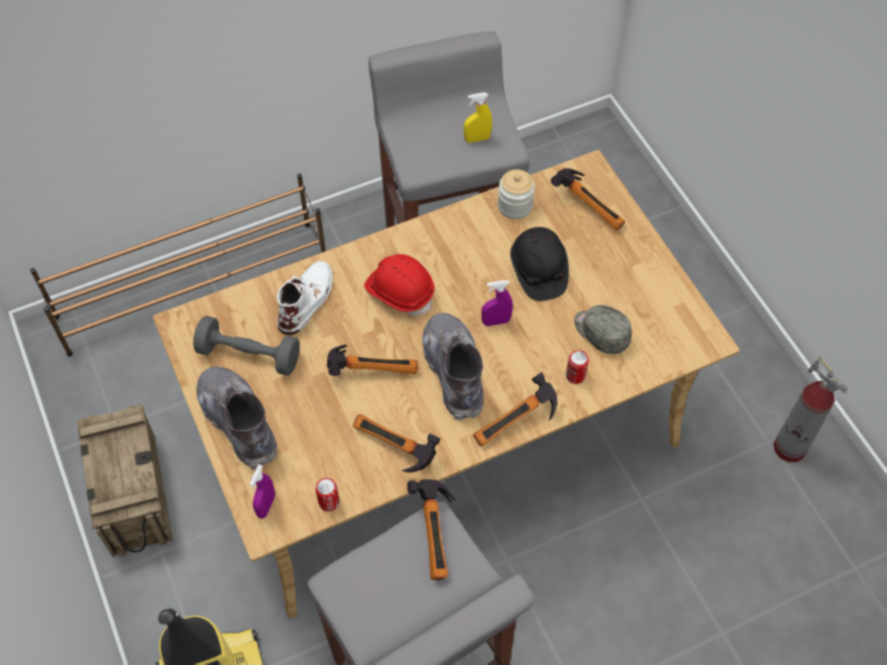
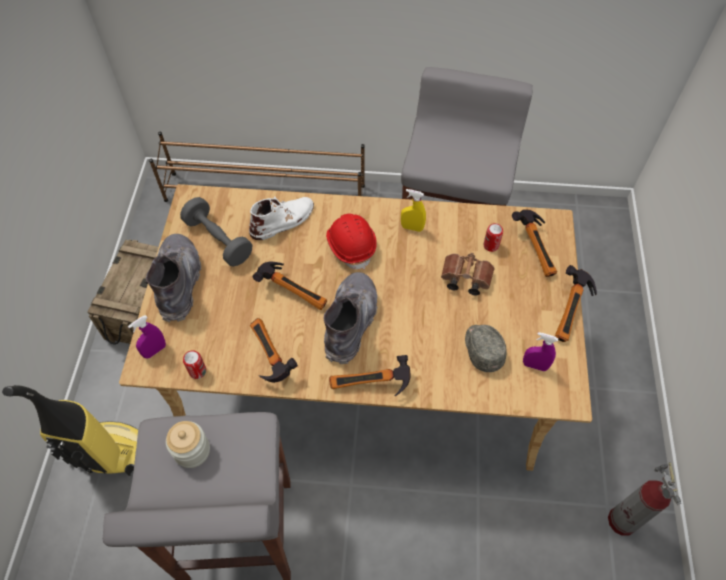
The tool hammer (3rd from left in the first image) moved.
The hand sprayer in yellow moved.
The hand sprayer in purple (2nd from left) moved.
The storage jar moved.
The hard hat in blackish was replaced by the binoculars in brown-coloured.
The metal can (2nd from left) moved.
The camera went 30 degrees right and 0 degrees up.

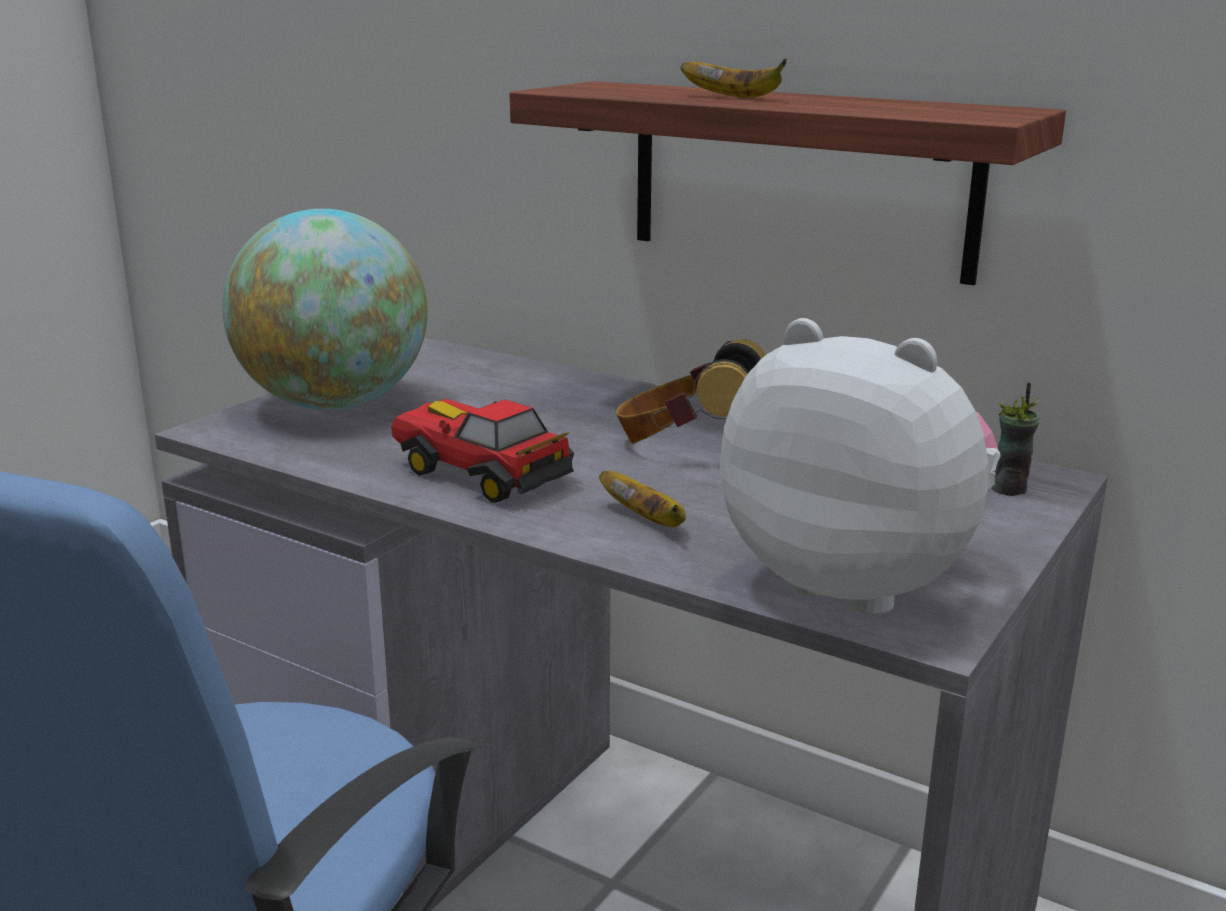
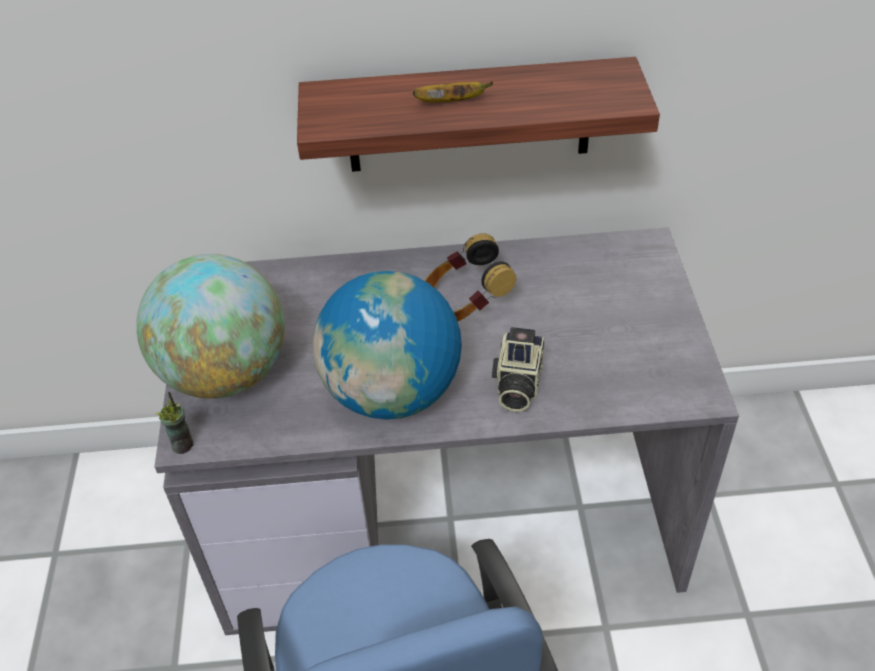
The miniature car was replaced by the globe (2nd from left).
The banana (1st from left) was replaced by the still camera.
The plush toy disappeared.
The cup moved.
The camera went 35 degrees left and 25 degrees up.

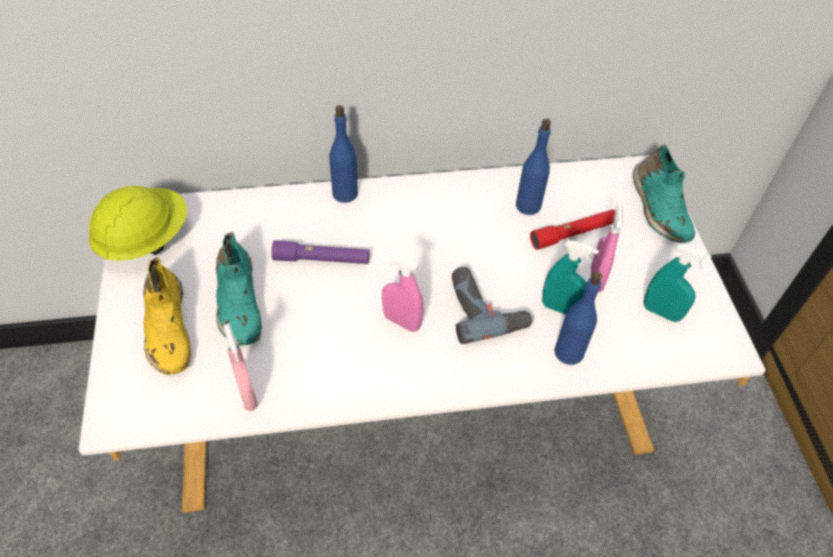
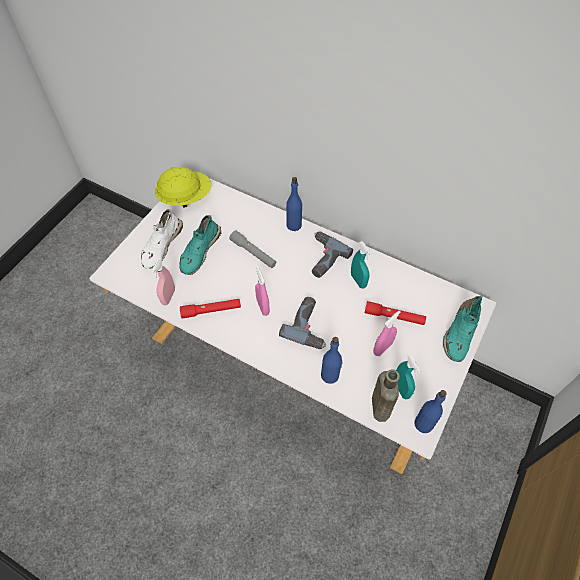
The low shoe in yellow became the low shoe in white-coloured.
The flashlight in purple became the flashlight in gray.
The bottle in bluish (2nd from left in the first image) moved.
The hand sprayer in turquoise-coloured (1st from left) moved.
The flashlight in red (1st from left) appeared.
The drill (2nd from left) appeared.
The bottle in brown-coloured appeared.
The camera went 40 degrees right and 5 degrees up.

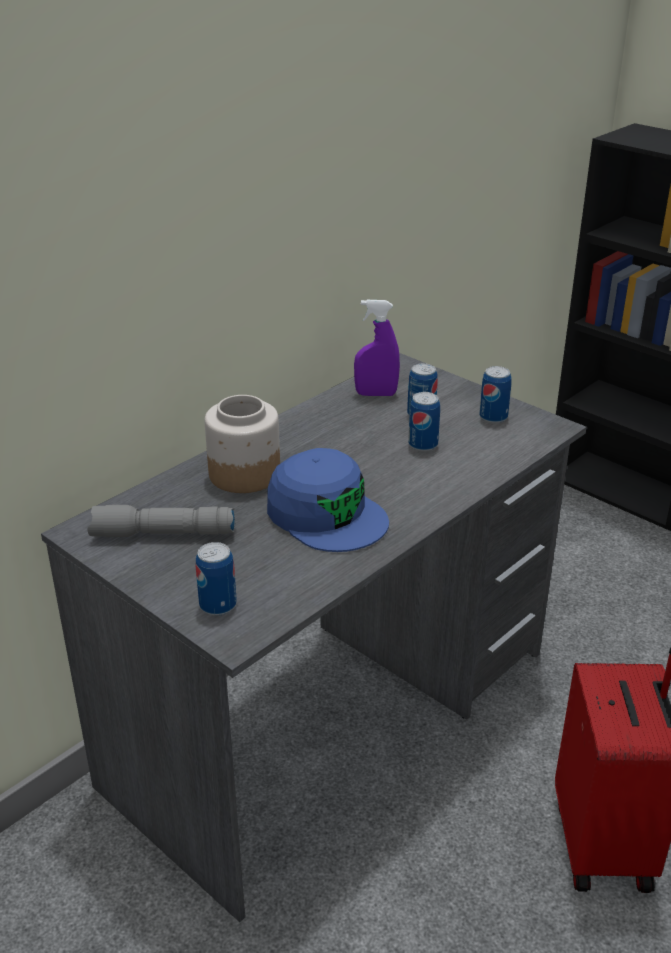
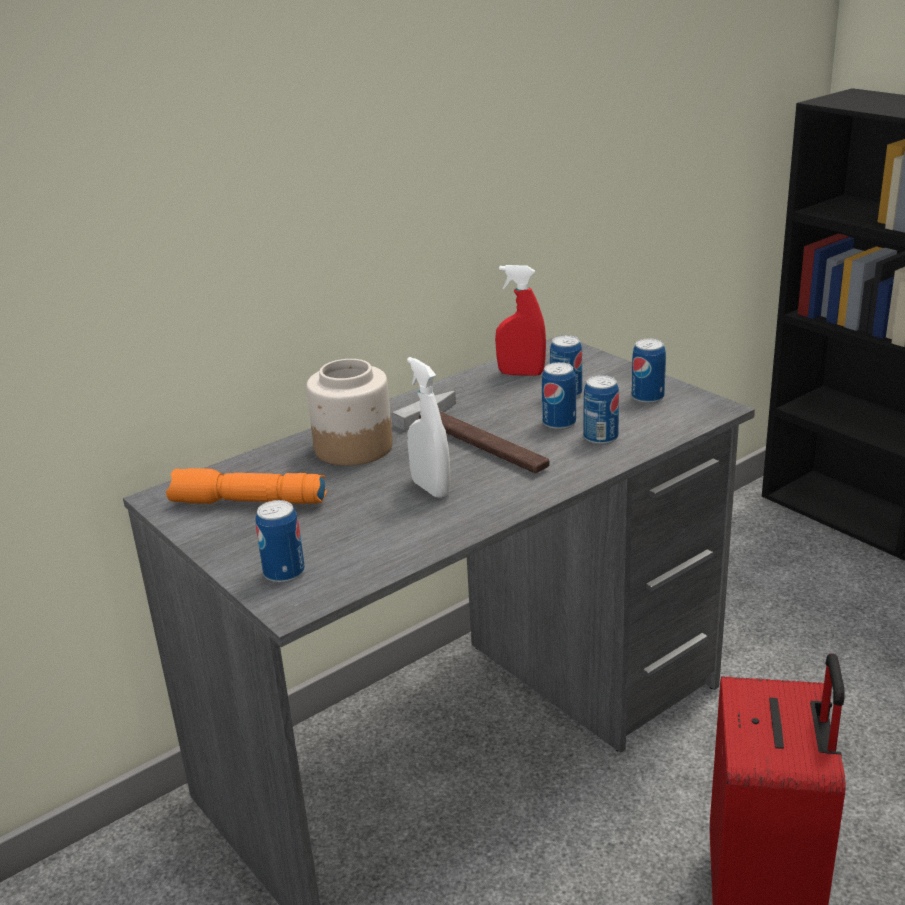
The flashlight in gray became the flashlight in orange-coloured.
The cap in bluish was replaced by the hand sprayer in white-coloured.
The hand sprayer in purple became the hand sprayer in red.
The tool hammer appeared.
The metal can (4th from left) appeared.
The camera went 10 degrees right and 5 degrees down.

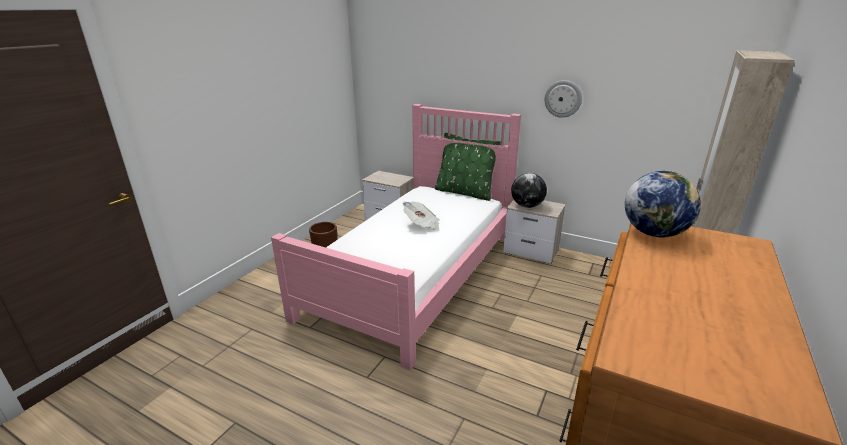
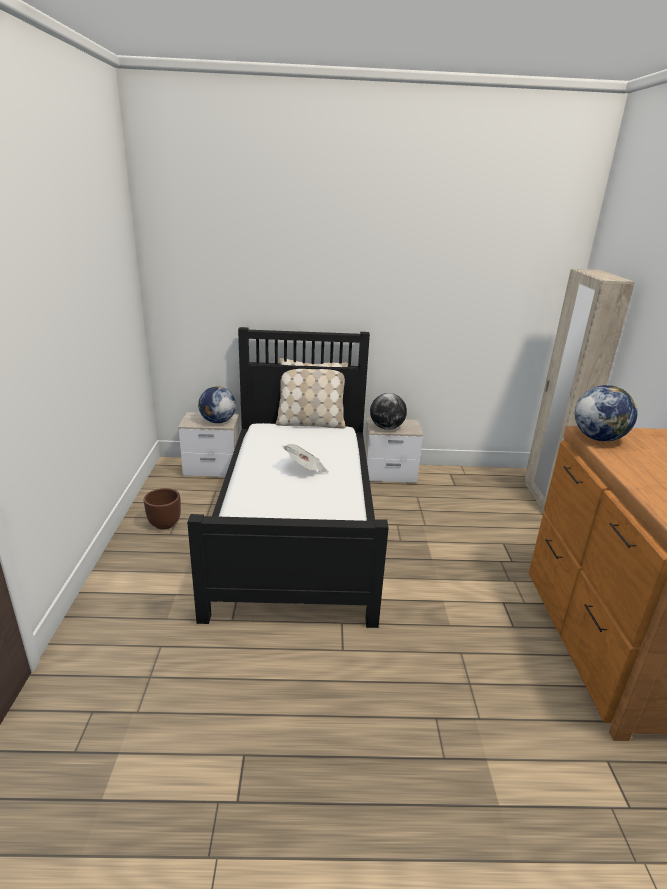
The bedroom bed in pink became the bedroom bed in blackish.
The cushion in green became the cushion in sand-coloured.
The hanging clock disappeared.
The globe (1st from left) appeared.
The camera went 30 degrees left and 0 degrees up.

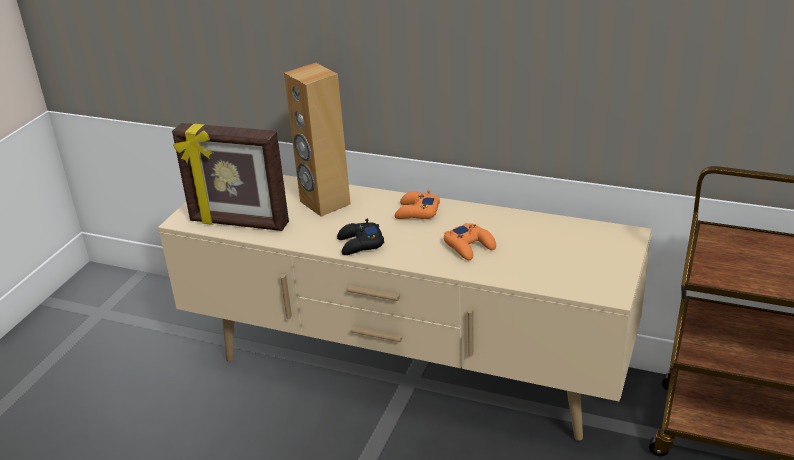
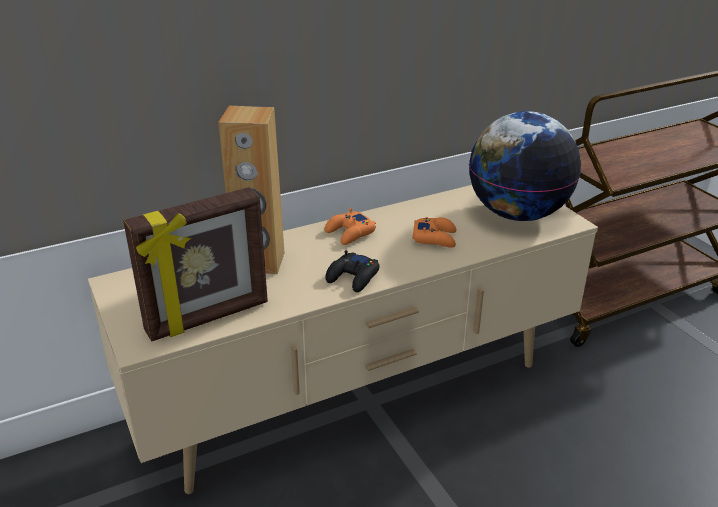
The globe appeared.
The camera went 50 degrees left and 0 degrees up.

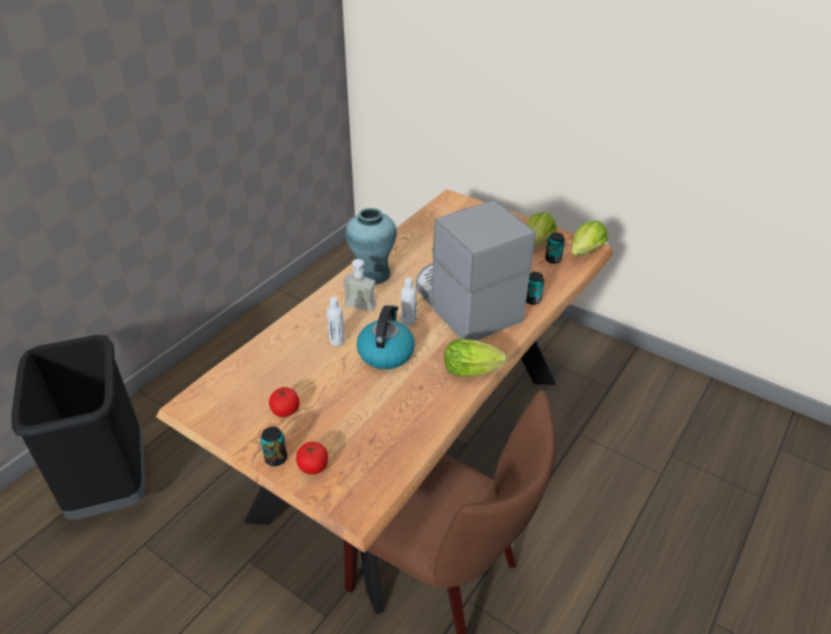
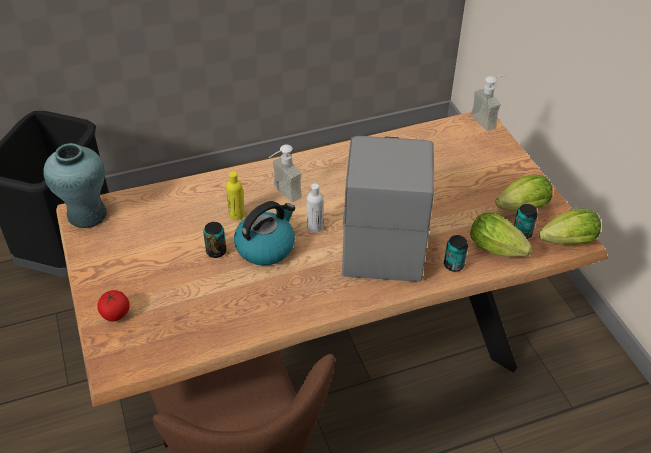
The metal can (1st from left) moved.
The fresh tomato (1st from left) disappeared.
The bottle in white-coloured (1st from left) became the bottle in yellow.
The flower vase in turquoise-coloured moved.
The head of lettuce (1st from left) moved.
The soap dispenser (2nd from left) appeared.
The camera went 35 degrees right and 5 degrees up.

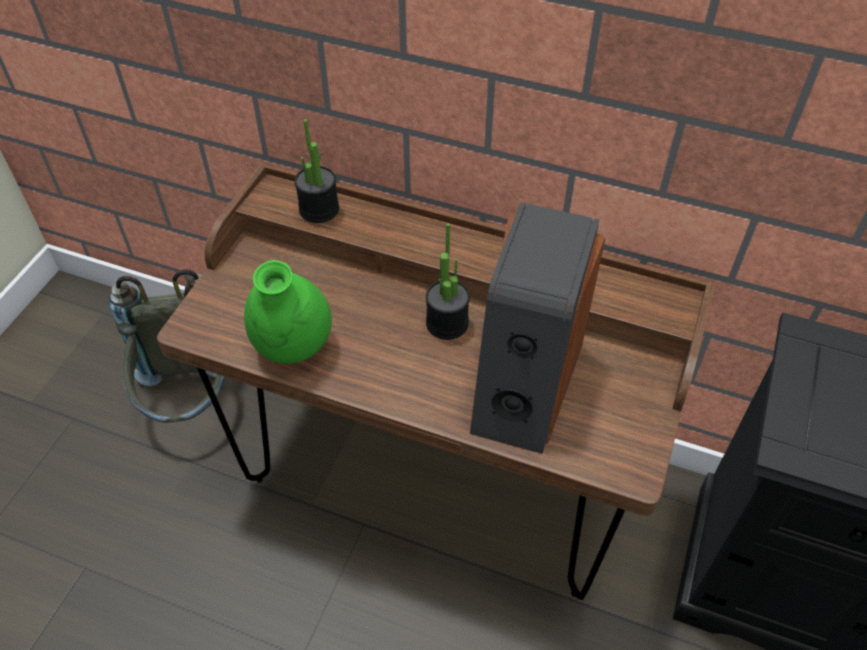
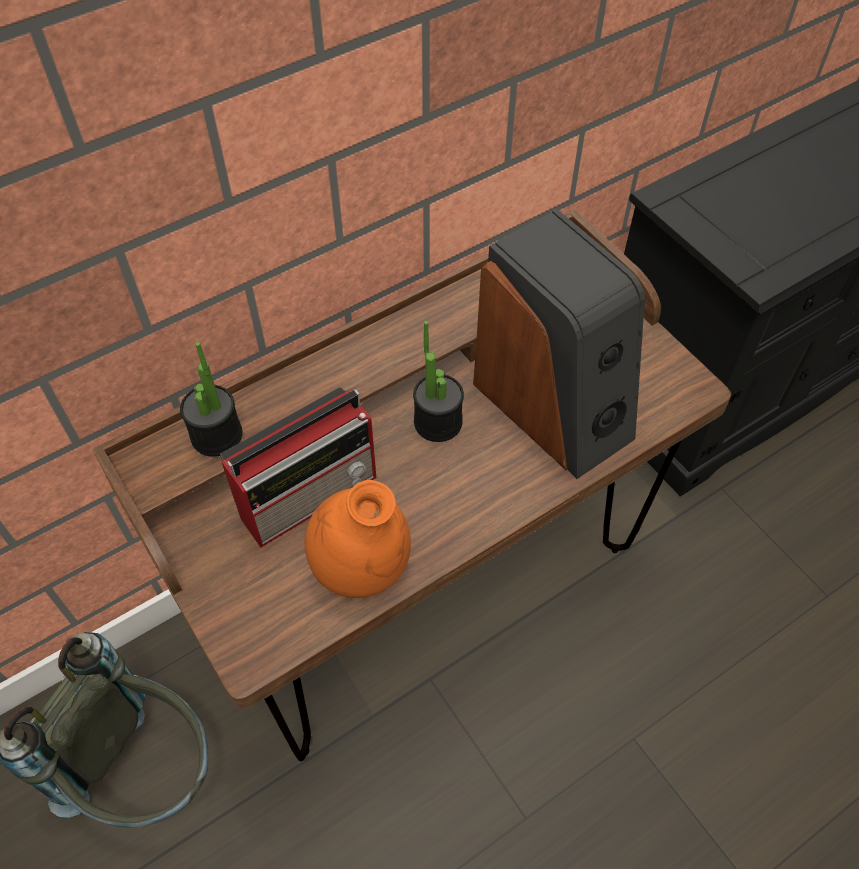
The flower vase in green became the flower vase in orange-coloured.
The radio appeared.
The camera went 55 degrees left and 5 degrees up.

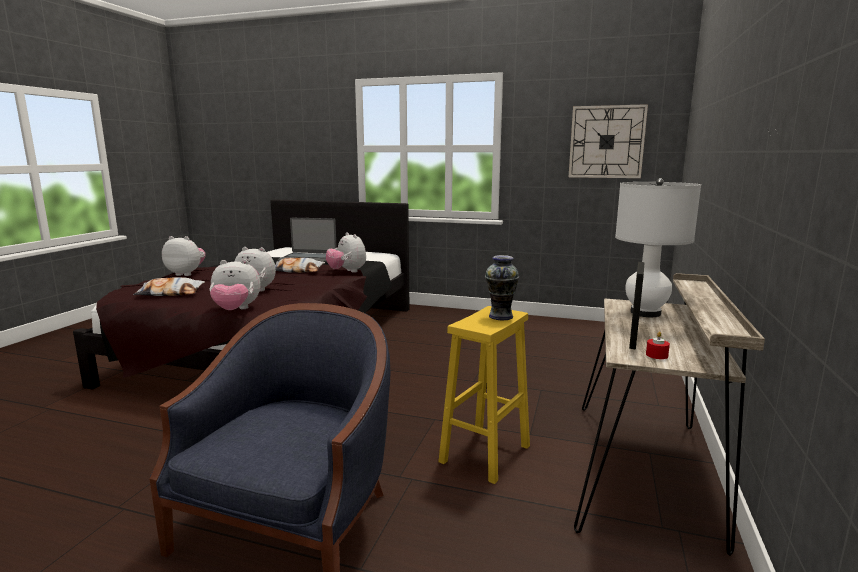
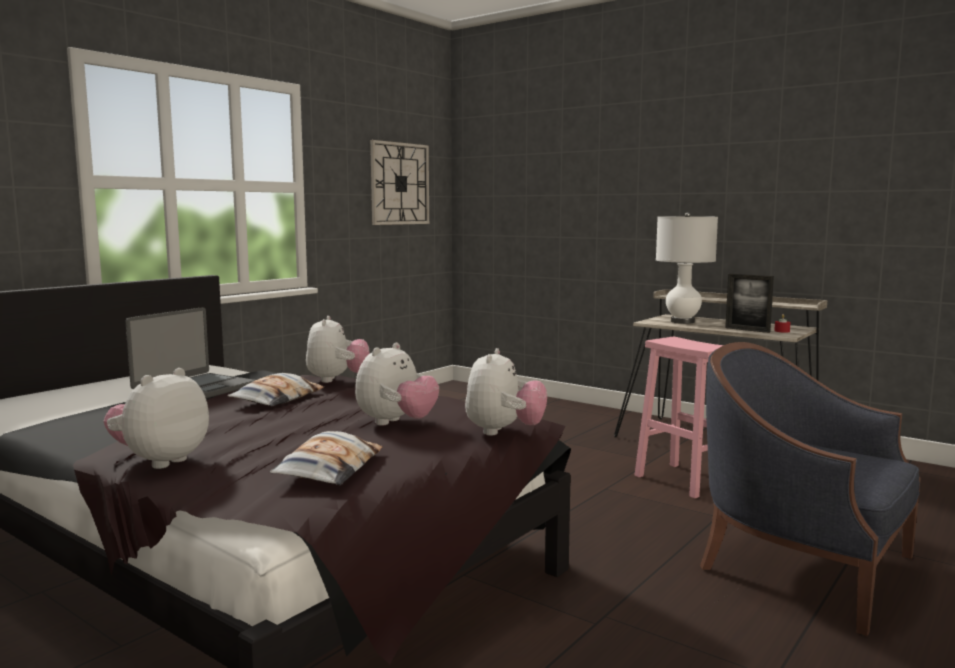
The plush toy (4th from left in the first image) turned 75 degrees counterclockwise.
The stool seat in yellow became the stool seat in pink.
The flower vase disappeared.
The camera went 70 degrees left and 5 degrees down.

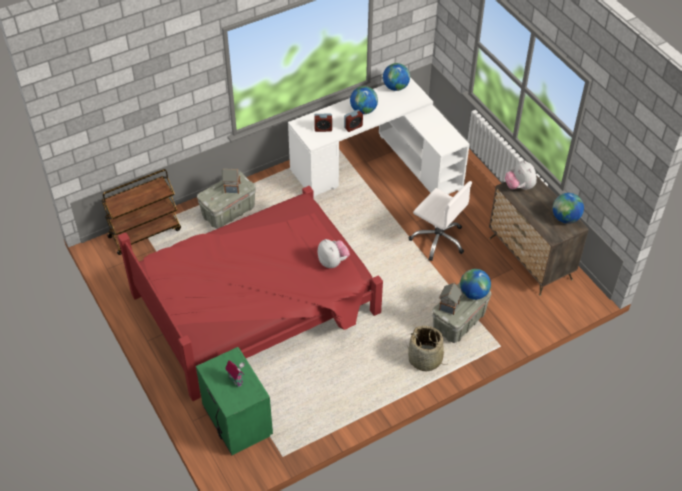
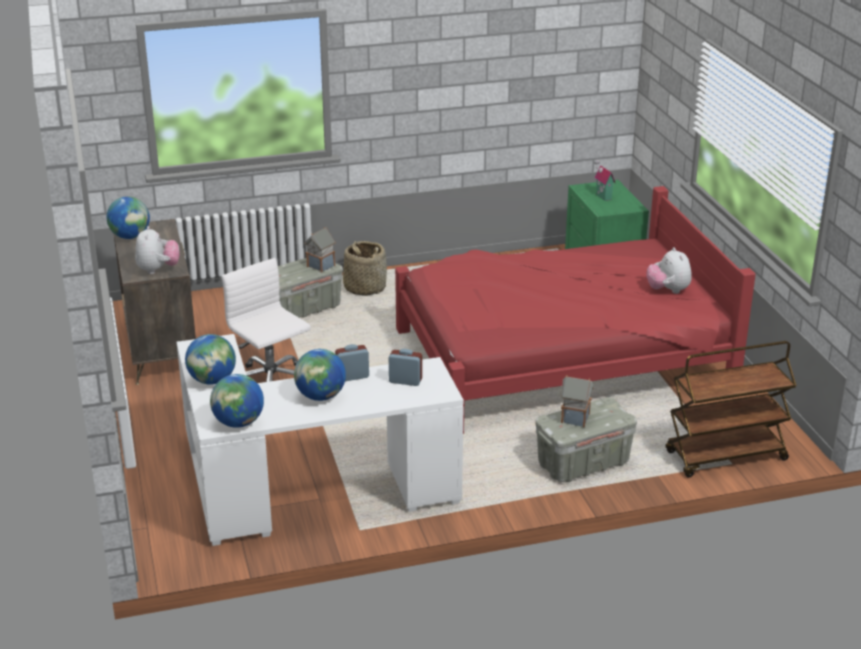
The plush toy (1st from left in the first image) moved.
The globe (3rd from left in the first image) moved.
The camera went 165 degrees left and 20 degrees down.

